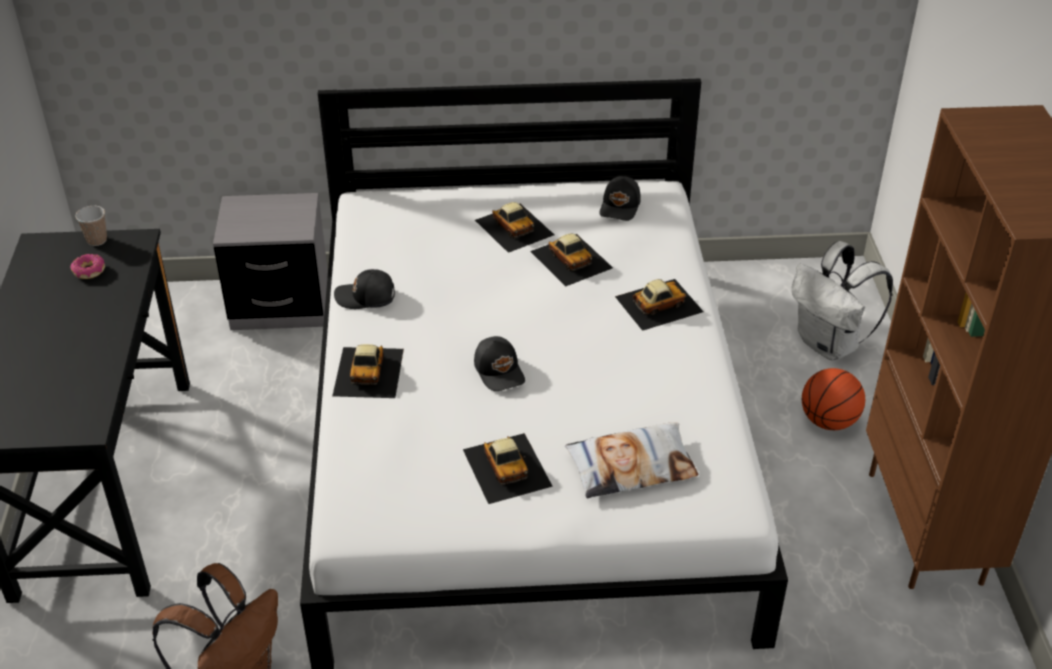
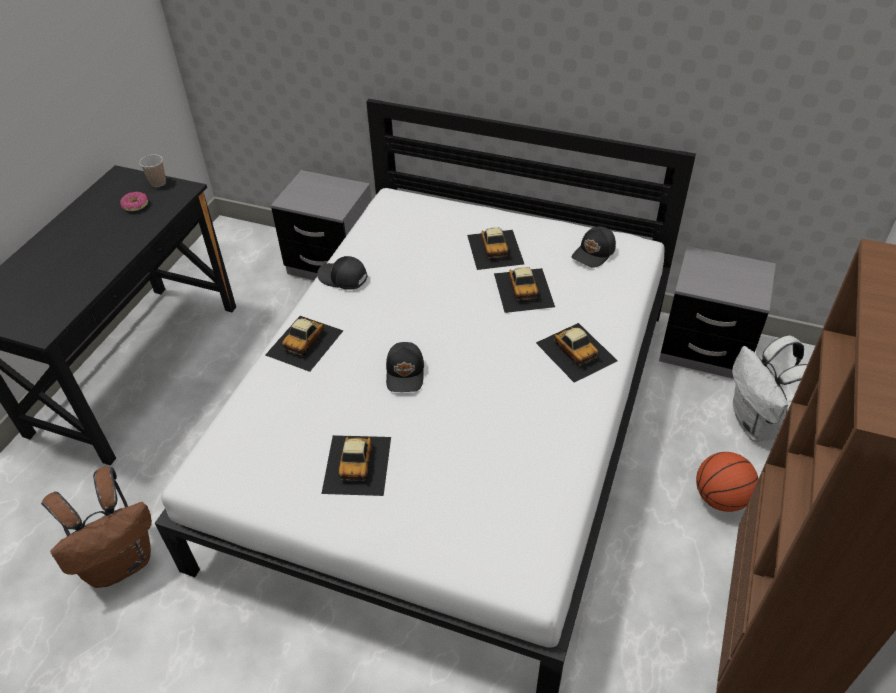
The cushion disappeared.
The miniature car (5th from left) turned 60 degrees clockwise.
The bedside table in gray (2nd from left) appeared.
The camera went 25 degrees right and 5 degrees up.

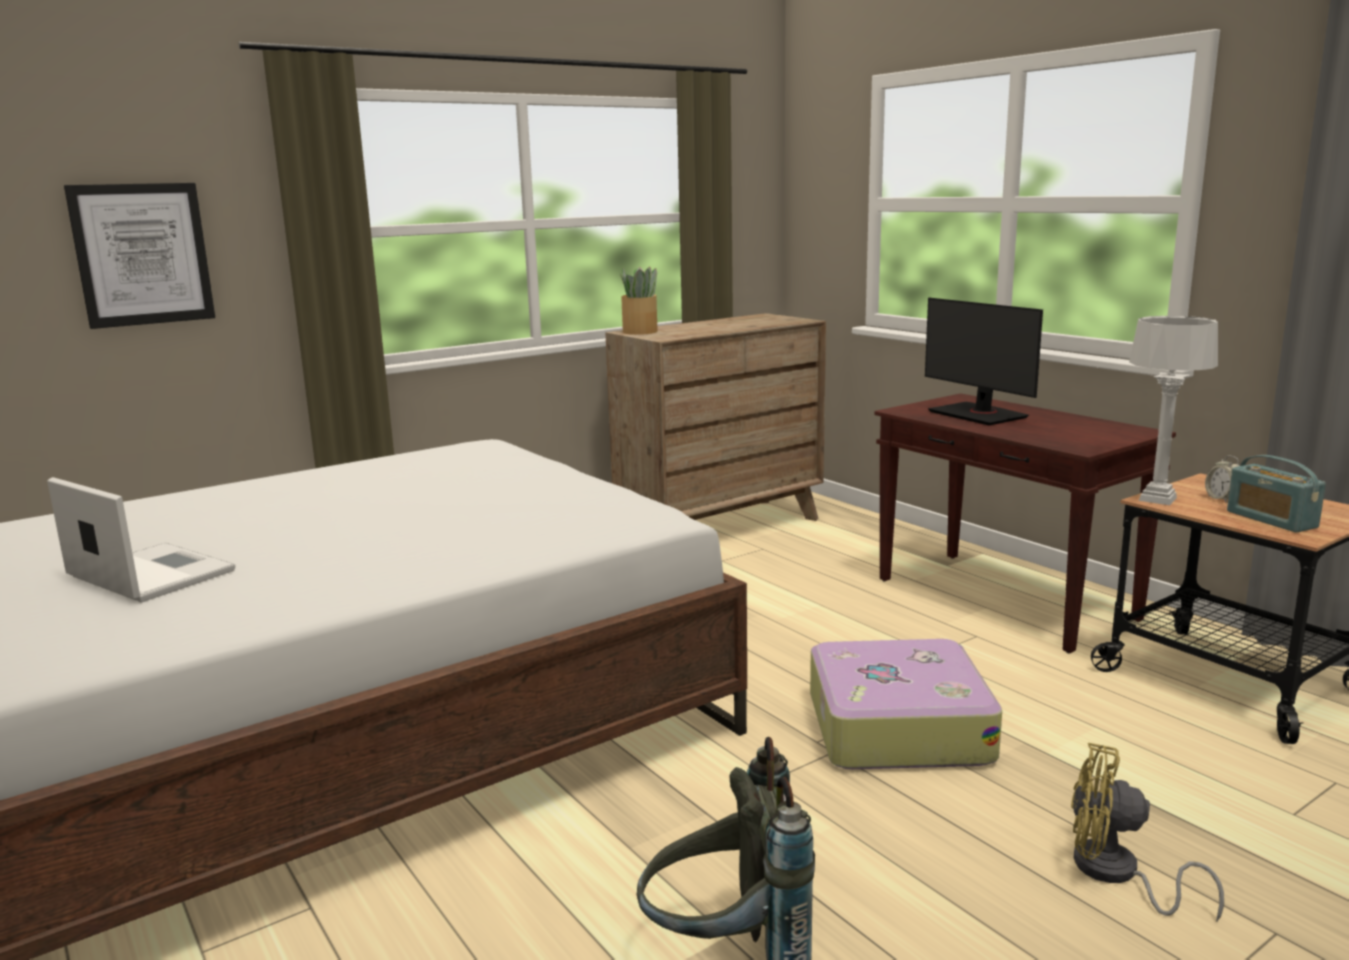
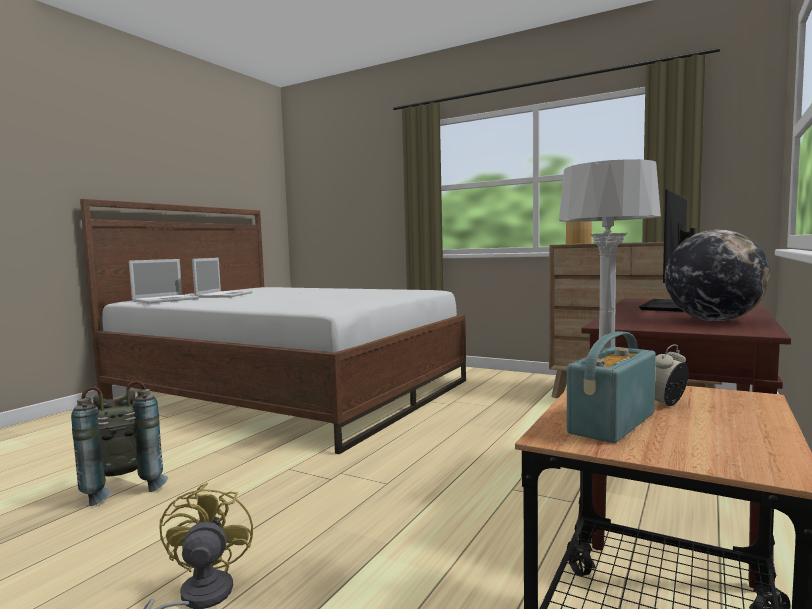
The wall picture disappeared.
The piece of luggage disappeared.
The portable computer (1st from left) appeared.
The globe appeared.
The camera went 65 degrees right and 10 degrees down.

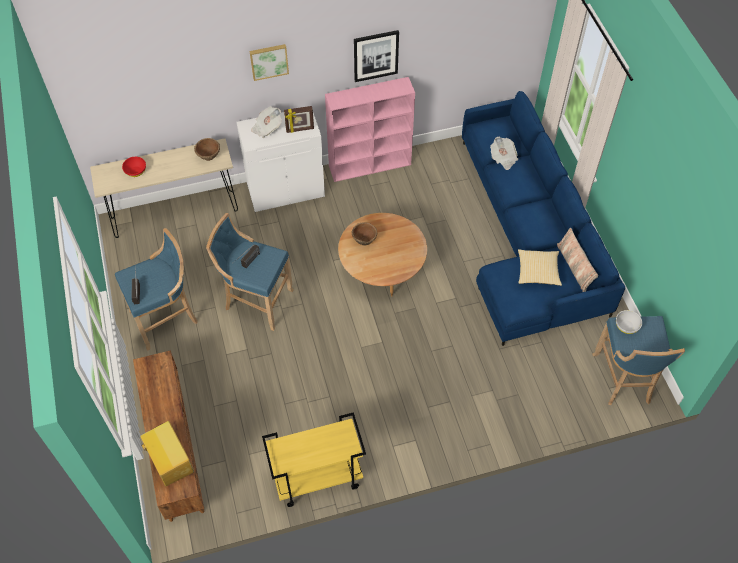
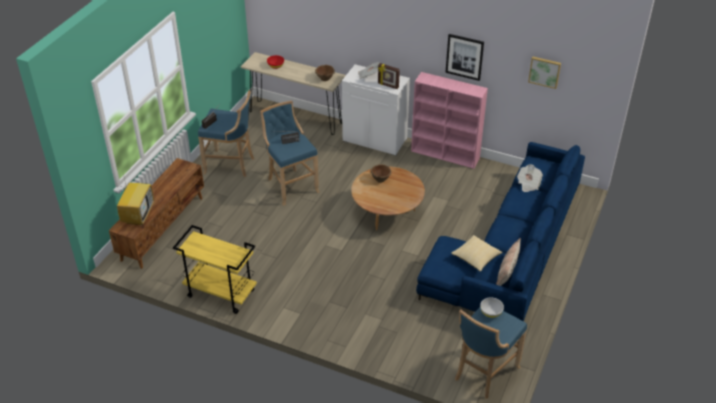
The wall picture (1st from left in the first image) moved.
The camera went 40 degrees right and 15 degrees down.

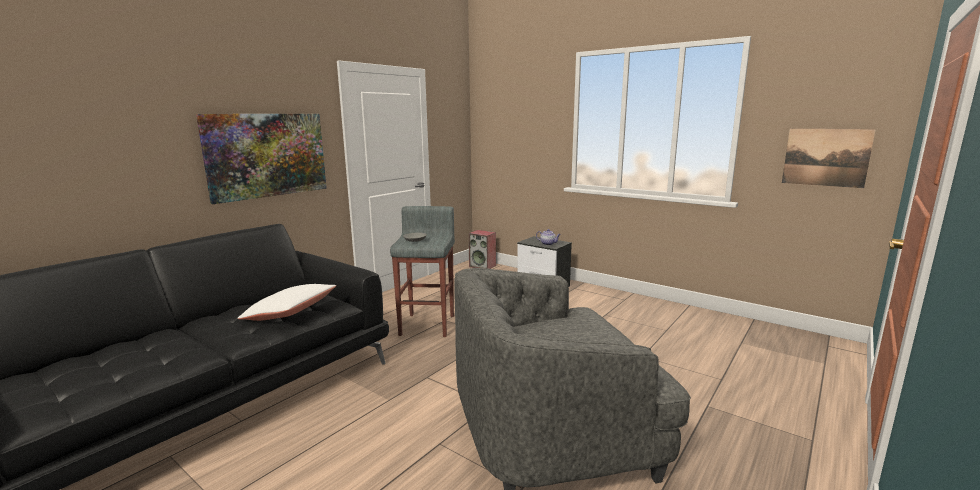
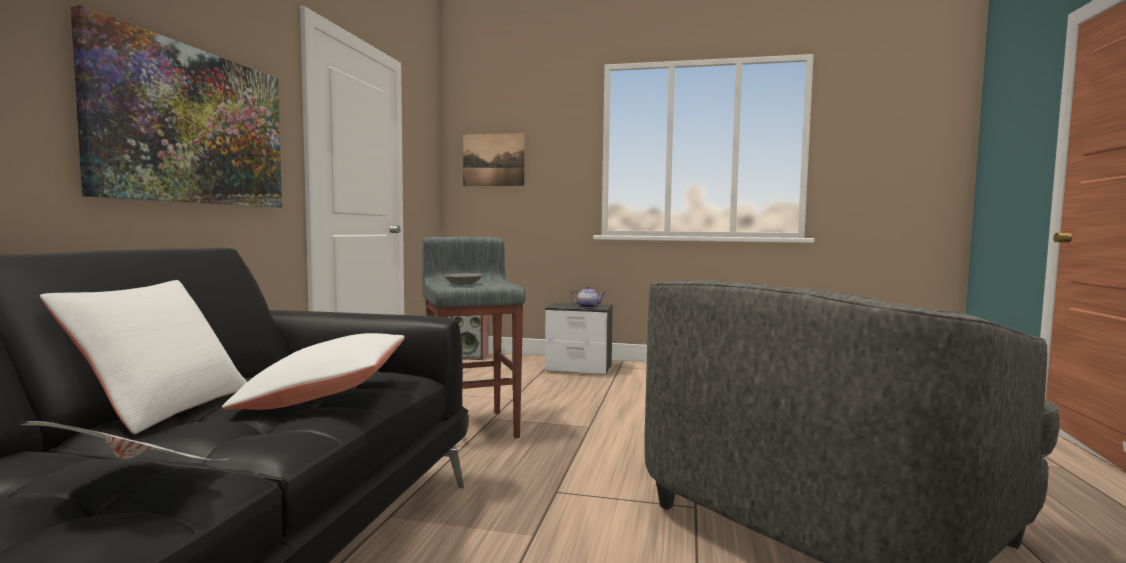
The wall picture (2nd from left) moved.
The printed paper appeared.
The cushion in white-coloured (1st from left) appeared.
The camera went 25 degrees left and 10 degrees down.

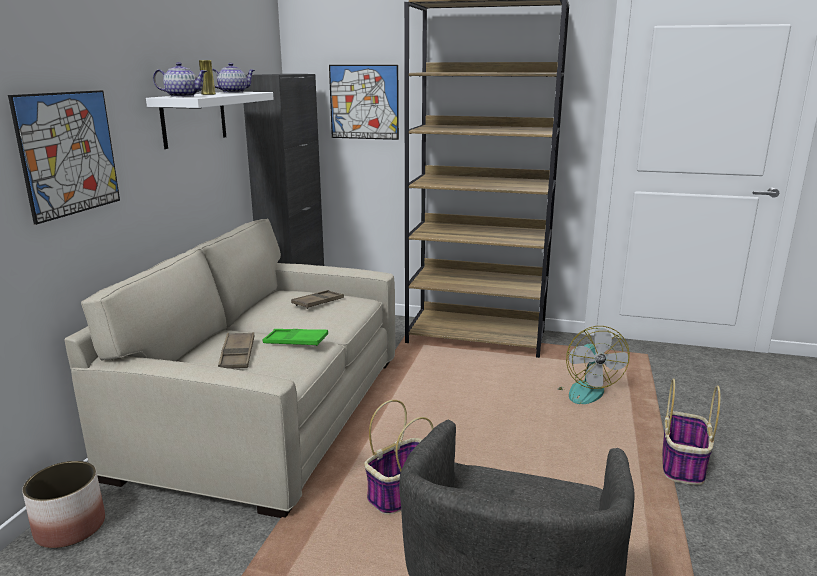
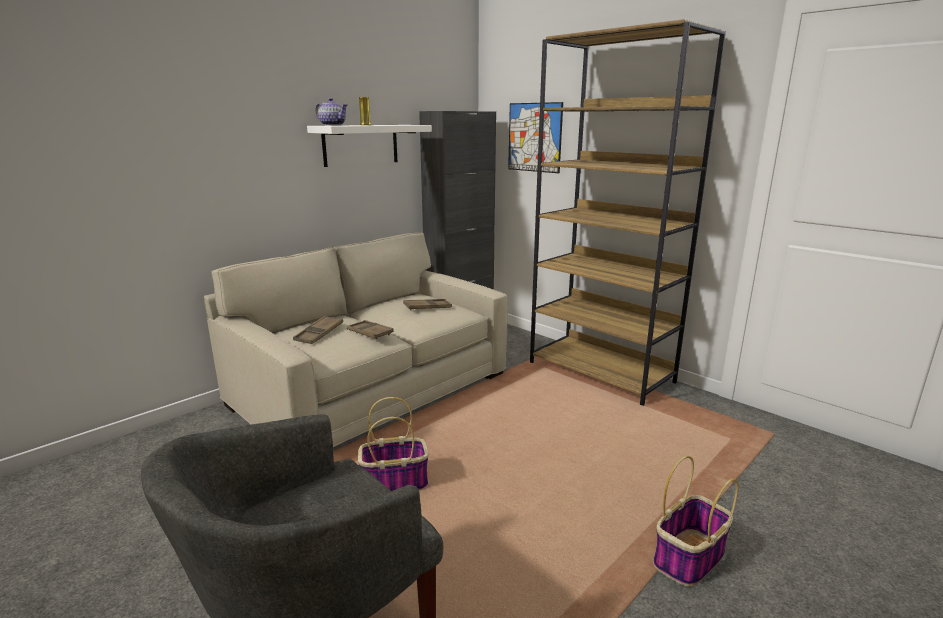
The wall picture (1st from left) disappeared.
The flower pot disappeared.
The teapot (2nd from left) disappeared.
The carrying tray in green became the carrying tray in brown-coloured (2nd from left).
The fan disappeared.
The camera went 30 degrees right and 0 degrees up.

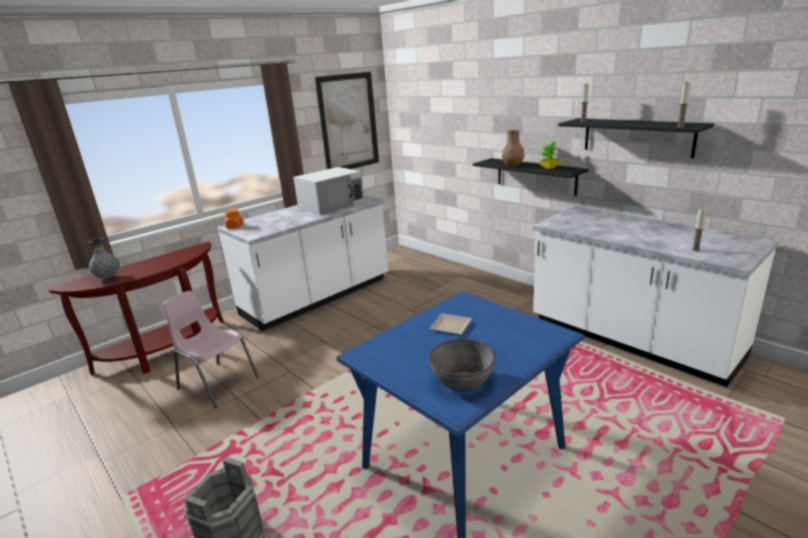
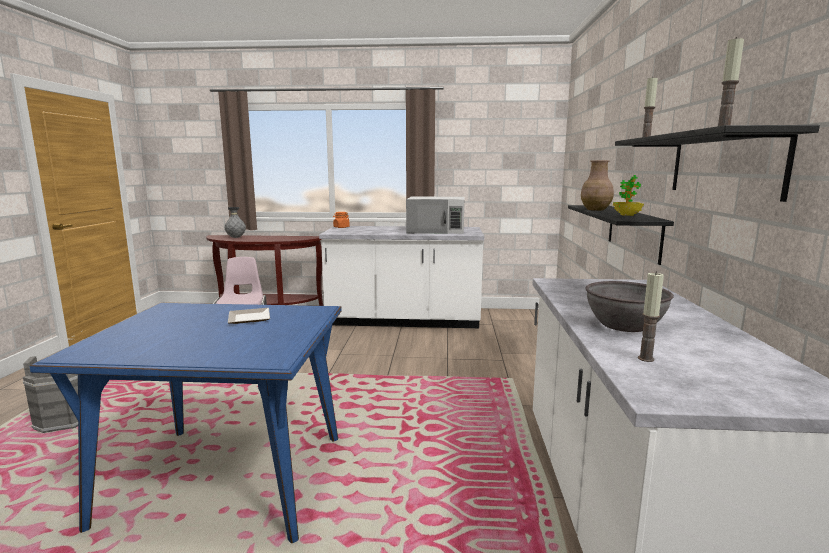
The wall picture disappeared.
The deep dish in gray moved.
The camera went 45 degrees right and 10 degrees down.

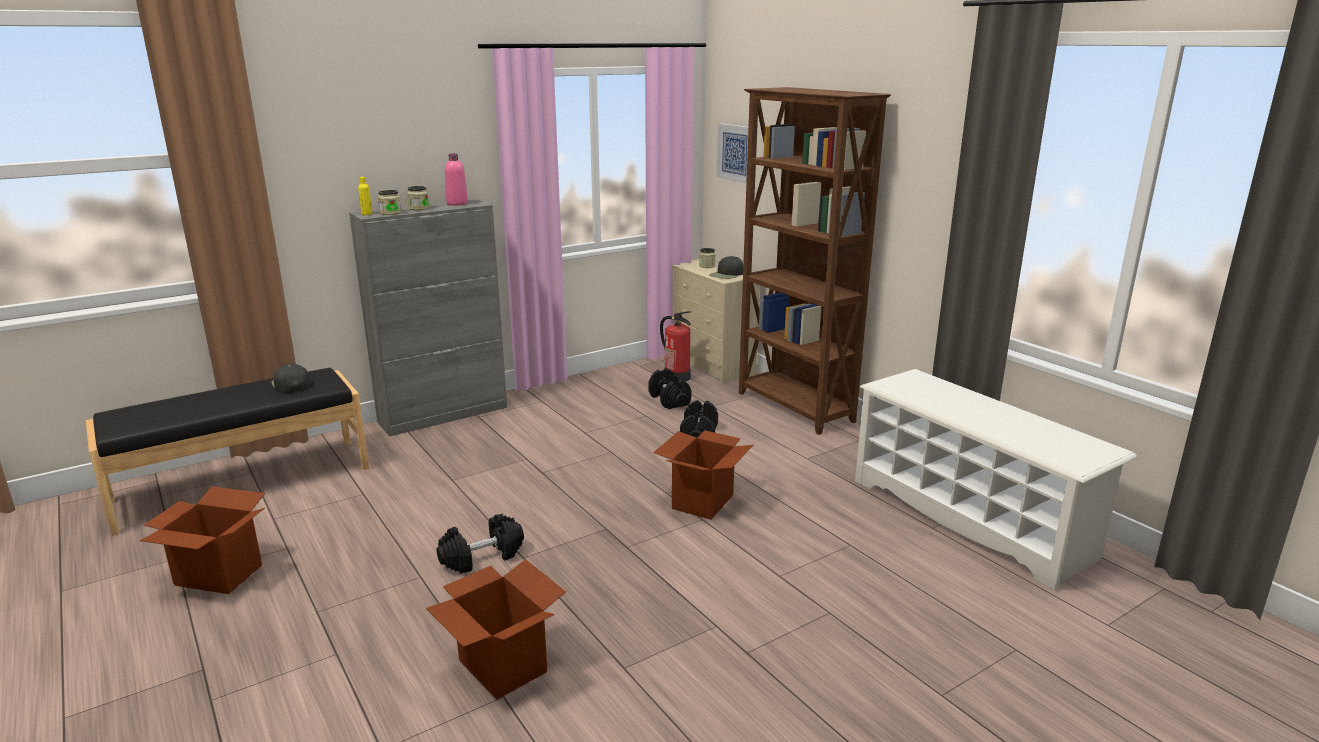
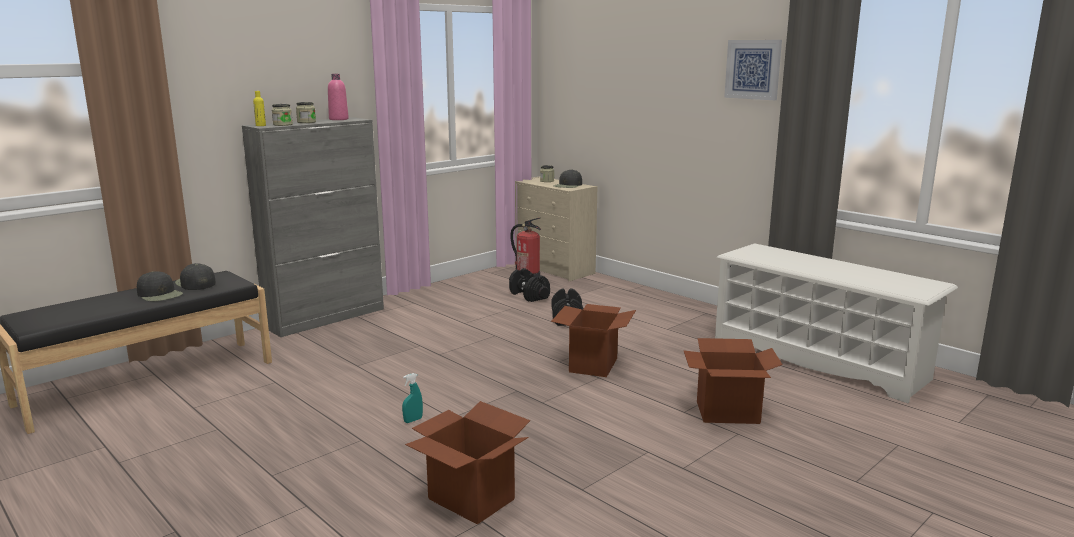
The cardboard box (1st from left in the first image) moved.
The hand weight in blackish (1st from left) was replaced by the hand sprayer in turquoise-coloured.
The wall picture moved.
The bookcase in brown-coloured disappeared.
The cap in blackish (1st from left) appeared.
The camera went 10 degrees left and 5 degrees down.

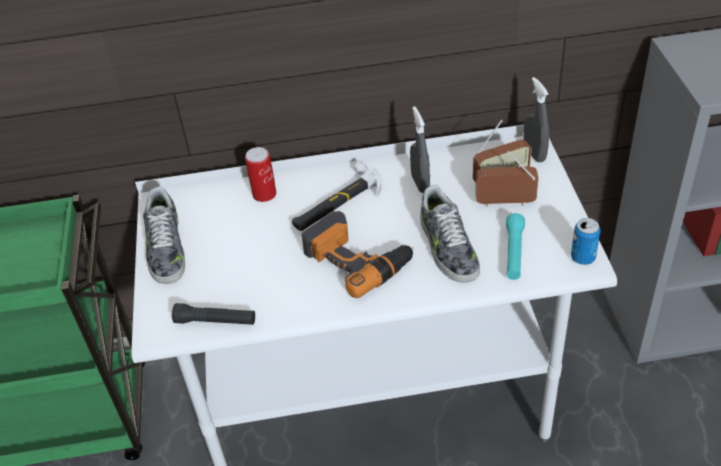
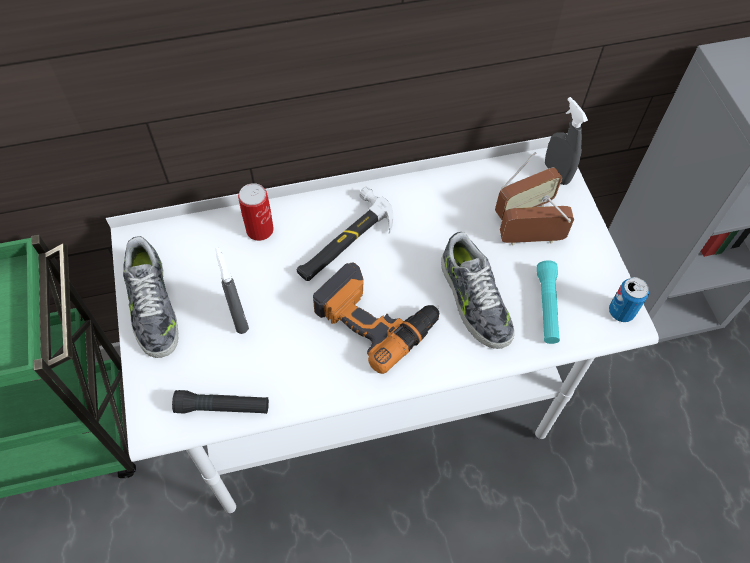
The hand sprayer in gray (1st from left) moved.
The camera went 10 degrees left and 15 degrees up.

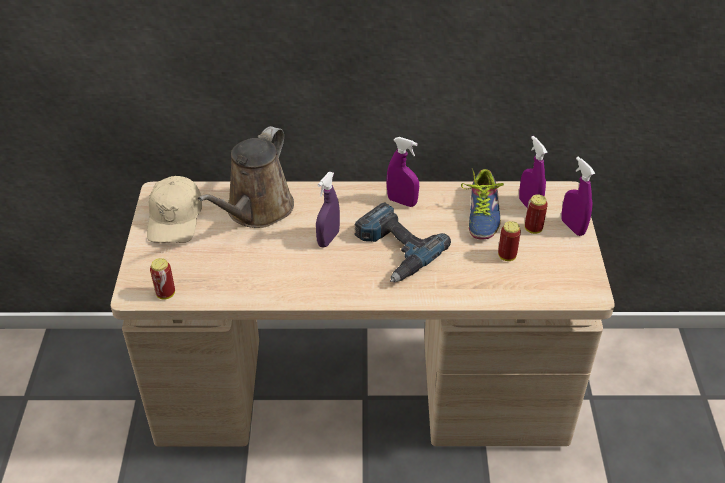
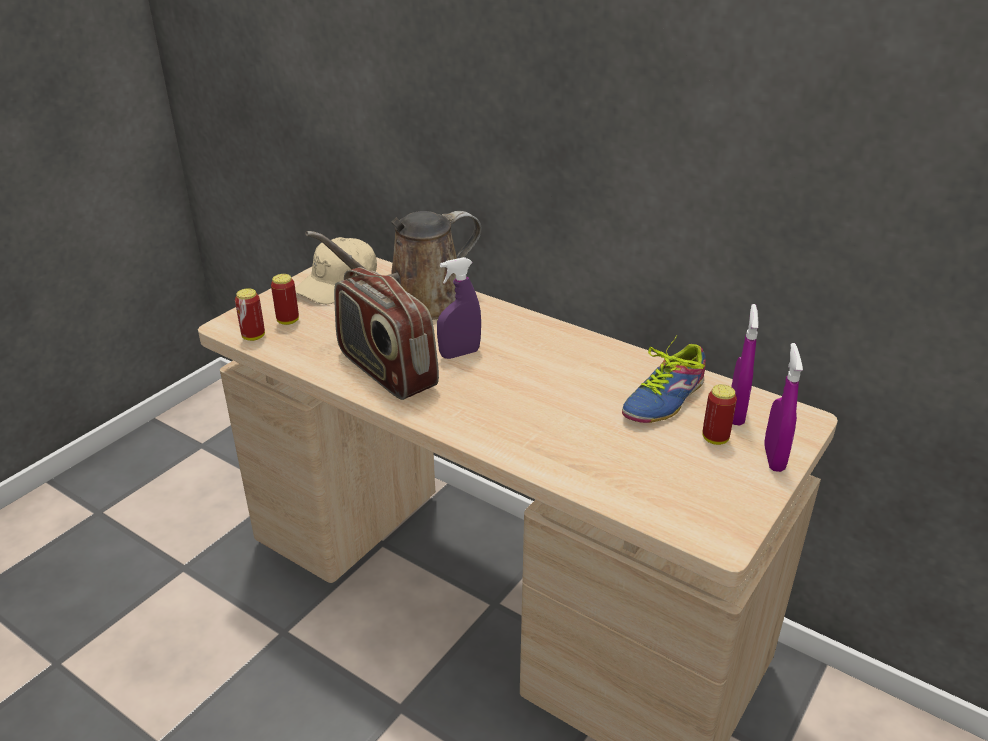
The drill disappeared.
The hand sprayer in purple (2nd from left) disappeared.
The metal can (2nd from left) moved.
The radio appeared.
The camera went 35 degrees right and 10 degrees down.

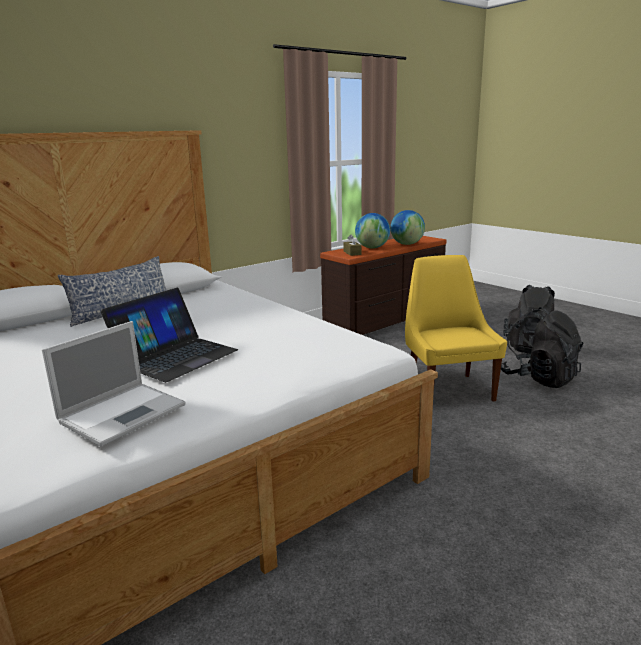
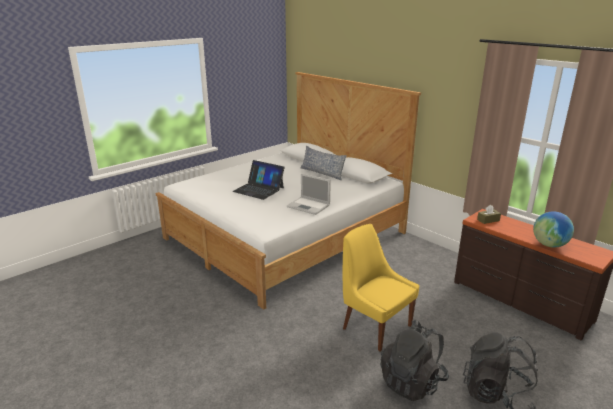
The portable computer (1st from left in the first image) moved.
The globe (1st from left) disappeared.
The plain chair in yellow turned 120 degrees counterclockwise.
The camera went 85 degrees right and 5 degrees up.

